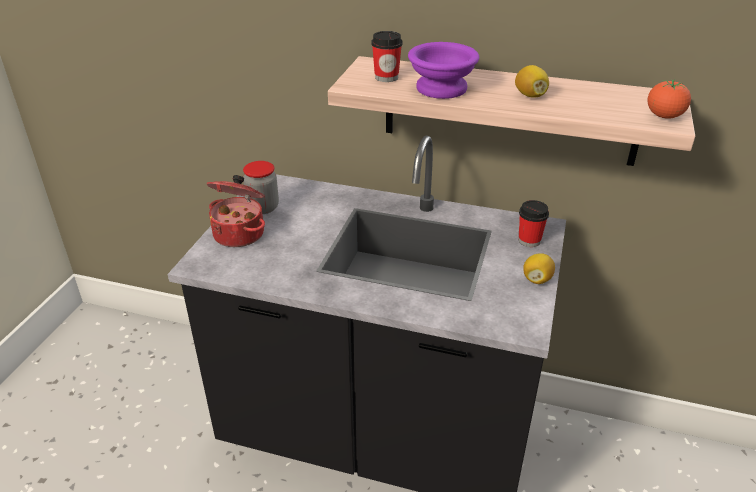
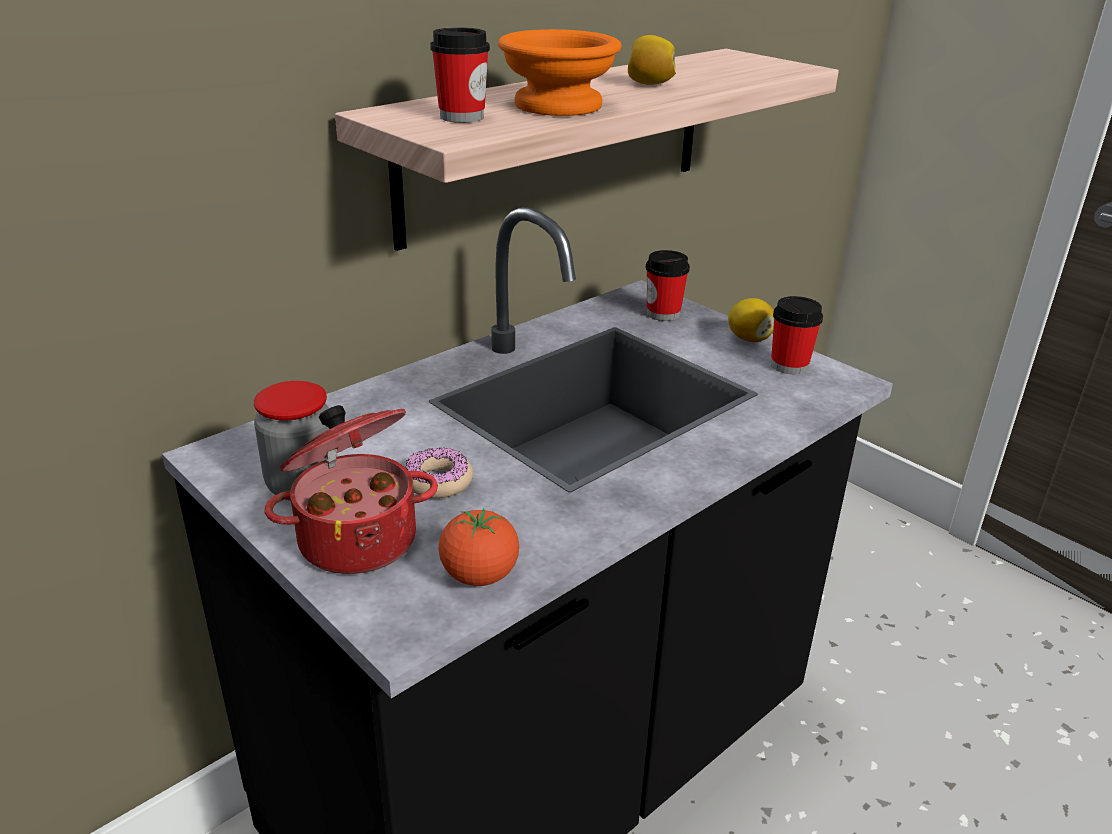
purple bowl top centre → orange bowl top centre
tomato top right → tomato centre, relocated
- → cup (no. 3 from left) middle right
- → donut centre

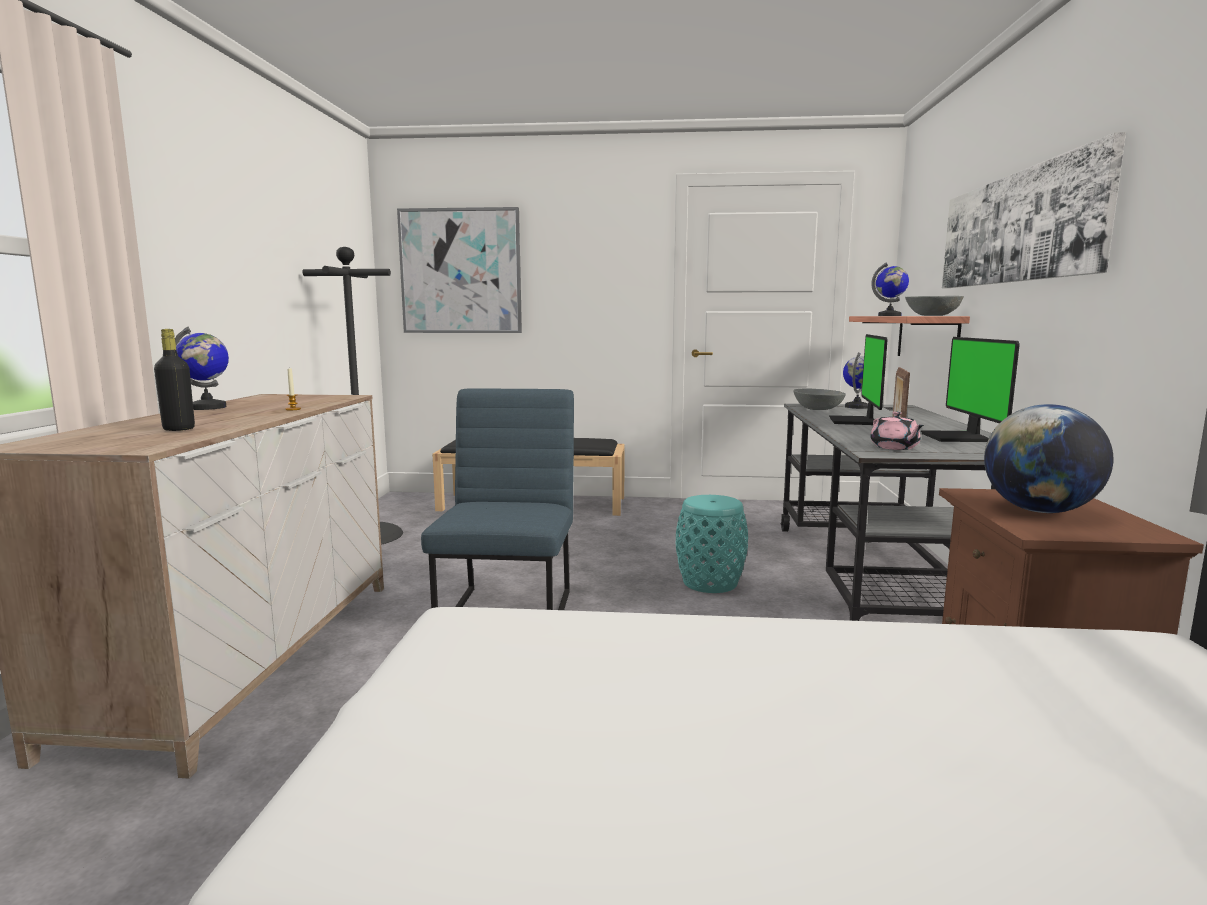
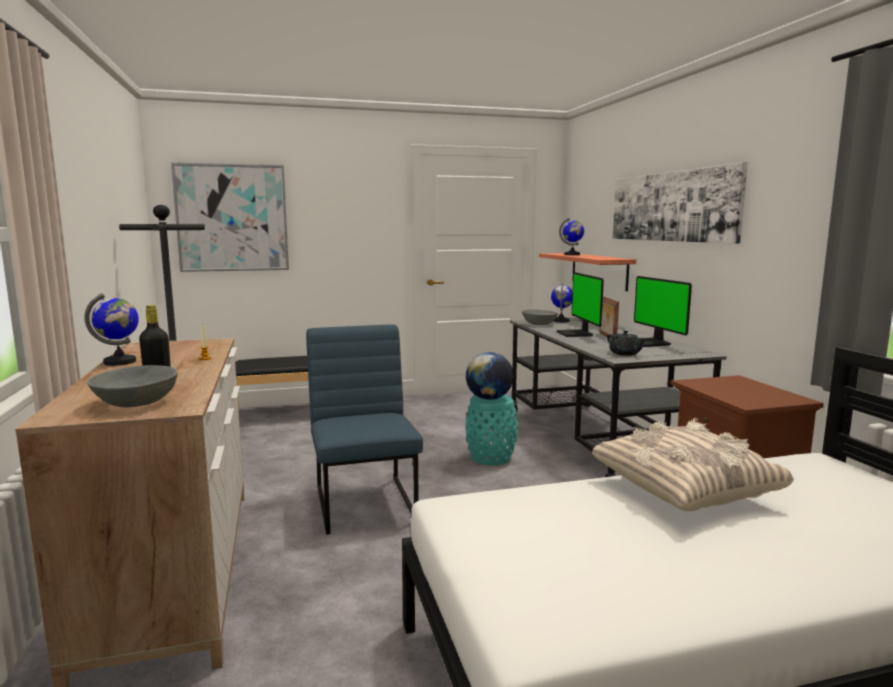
grey bowl (no. 2 from left in the first image) middle right → grey bowl (no. 1 from left) middle left, relocated
globe (no. 4 from left in the first image) middle right → globe (no. 2 from left) centre, relocated
pink teapot middle right → black teapot middle right
- → beige pillow bottom right

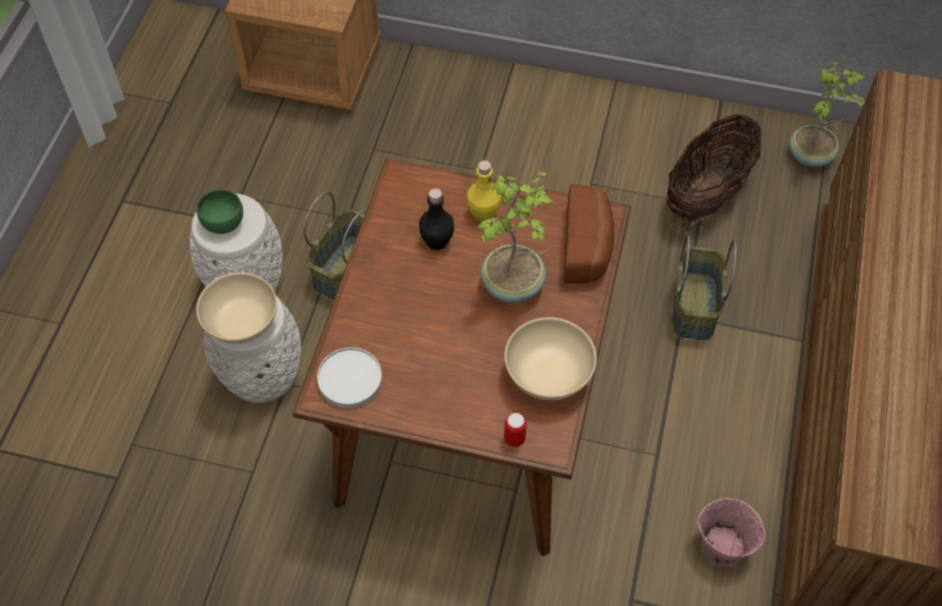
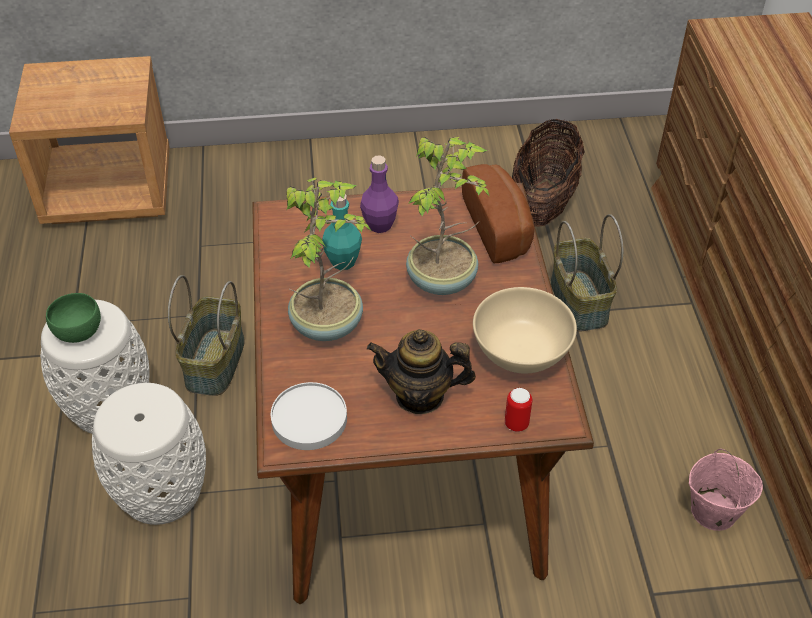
potted plant (no. 2 from left in the first image) top right → potted plant (no. 1 from left) centre, relocated
yellow bottle top centre → purple bottle top centre
black bottle centre → turquoise bottle centre
beige bowl (no. 1 from left) middle left → -
- → teapot centre

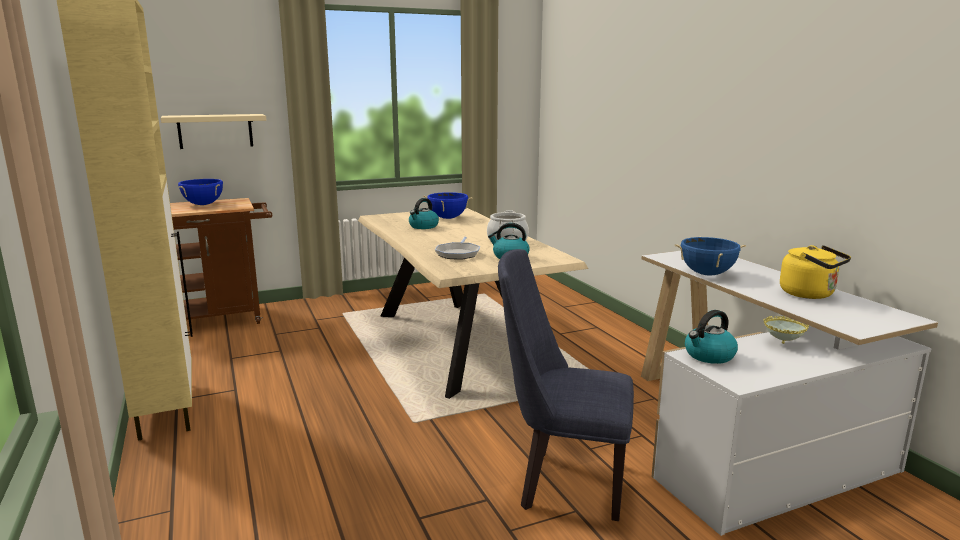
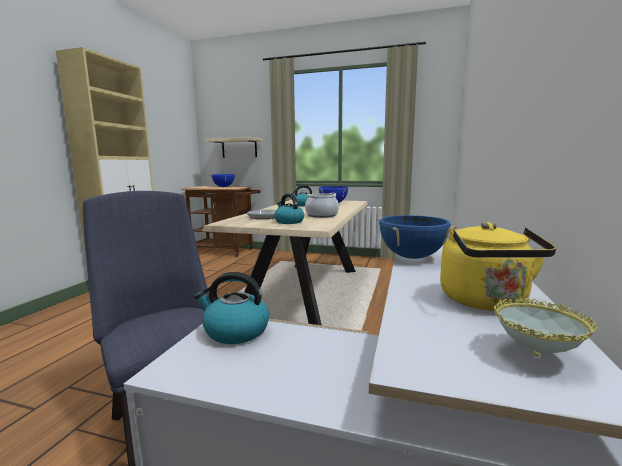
bowl middle right → bowl bottom right, relocated

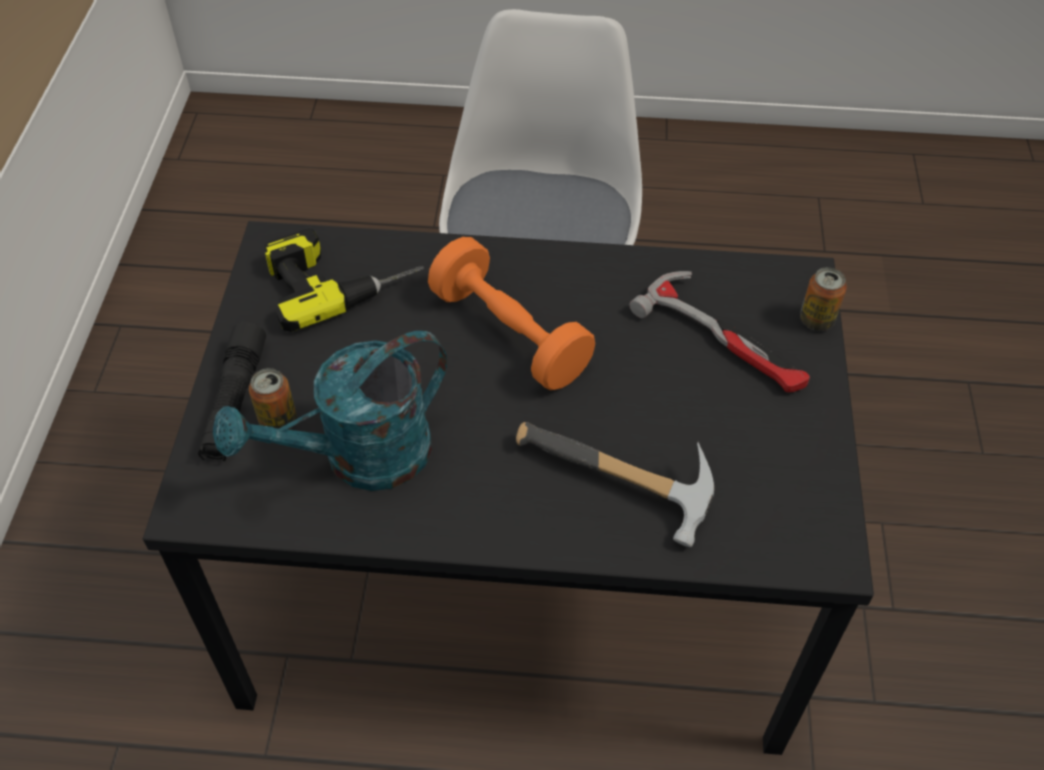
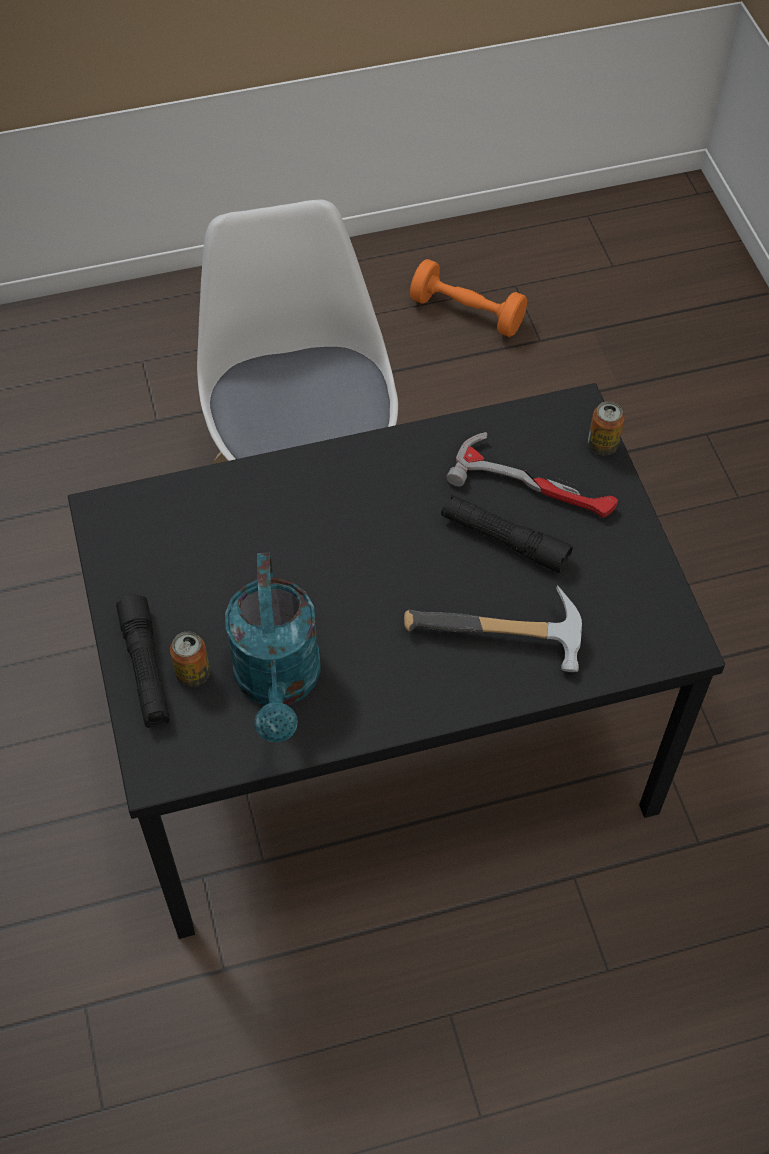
power drill middle left → -
orange dumbbell centre → orange dumbbell top centre, relocated
turquoise watering can middle left → turquoise watering can centre, 45 degrees counterclockwise
- → black flashlight (no. 2 from left) centre

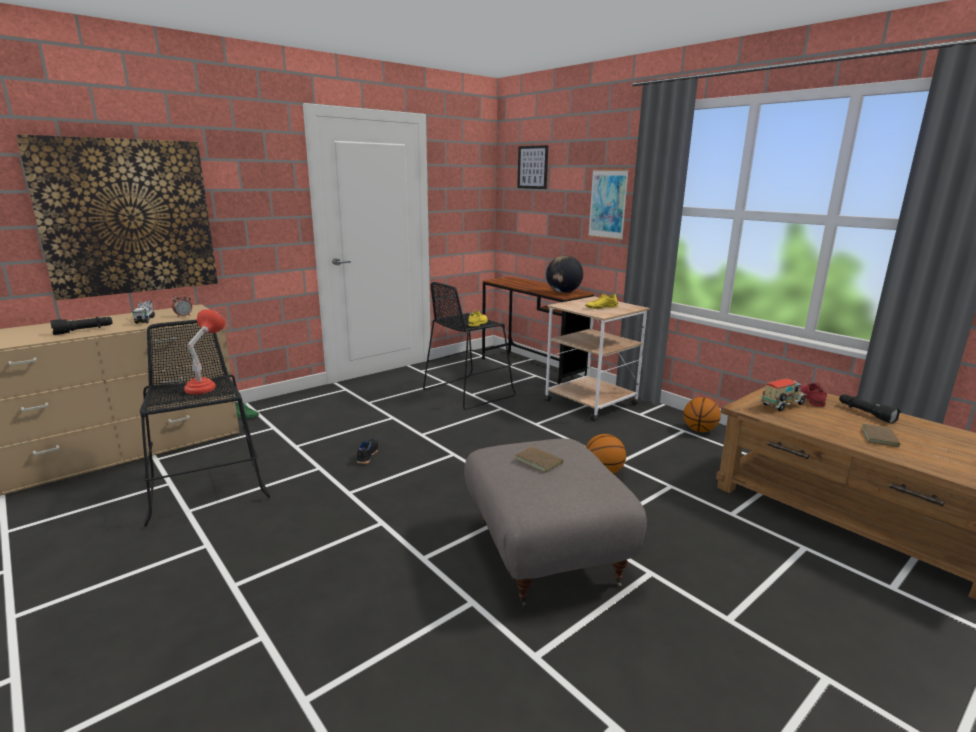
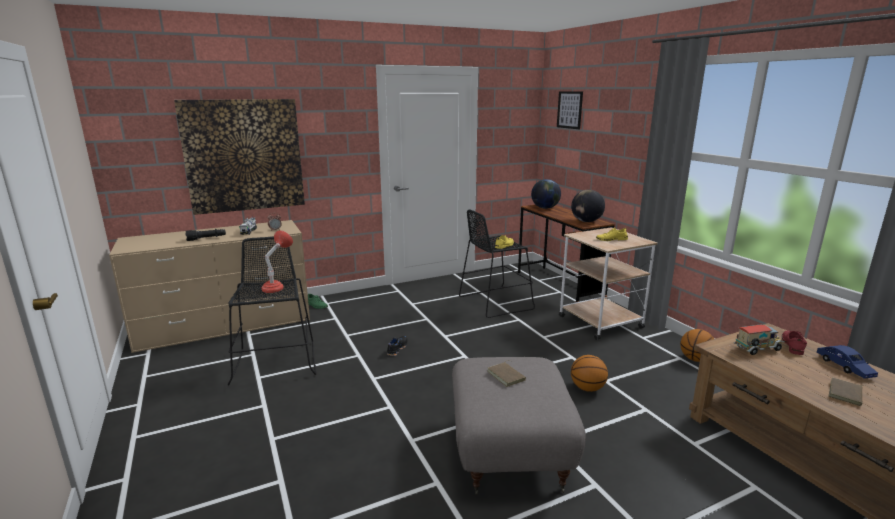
picture (no. 3 from left) top centre → -
black flashlight (no. 2 from left) middle right → blue toy car bottom right
- → globe (no. 1 from left) centre

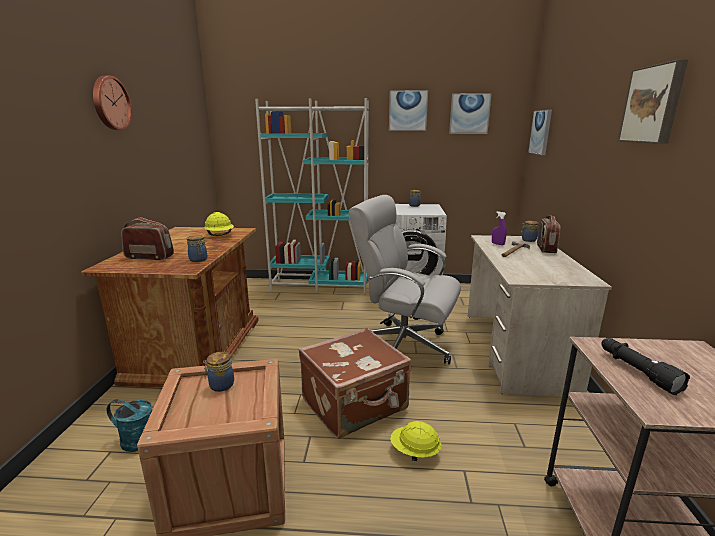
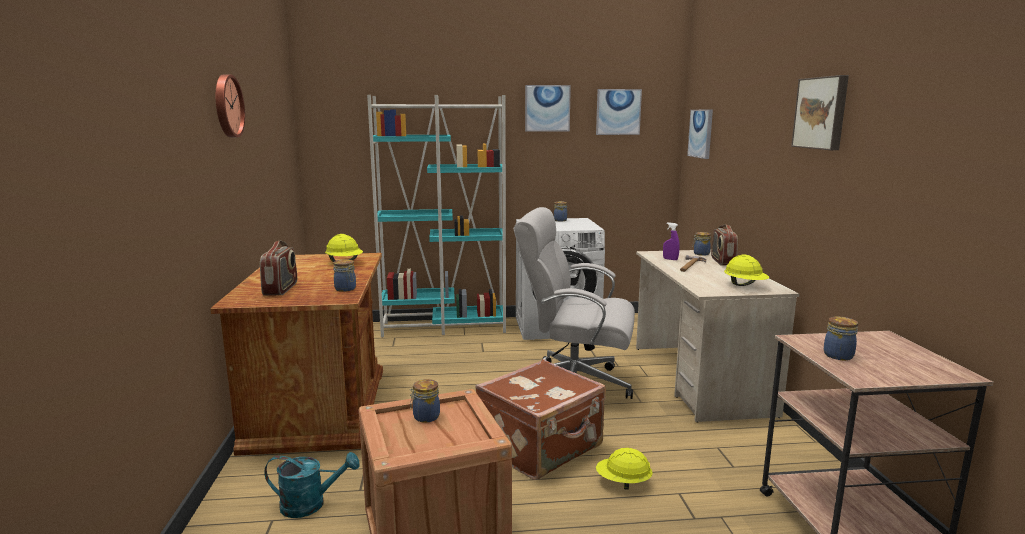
radio (no. 1 from left) middle left, 90 degrees clockwise
black flashlight bottom right → jar (no. 5 from left) middle right
- → yellow hard hat (no. 3 from left) middle right

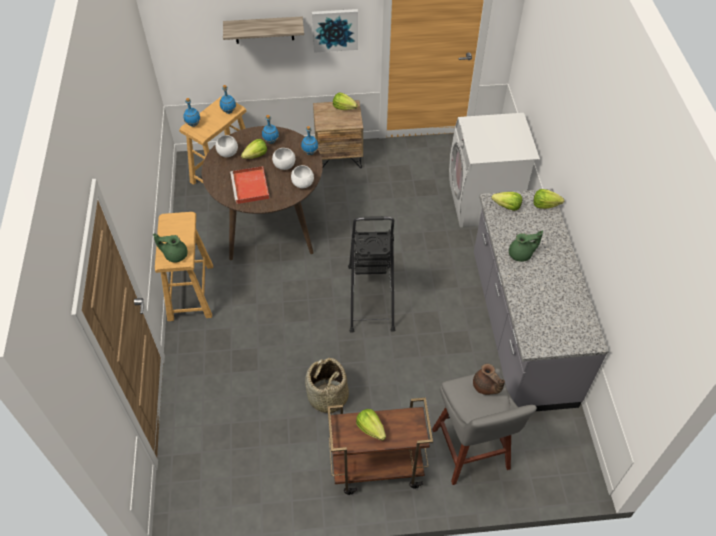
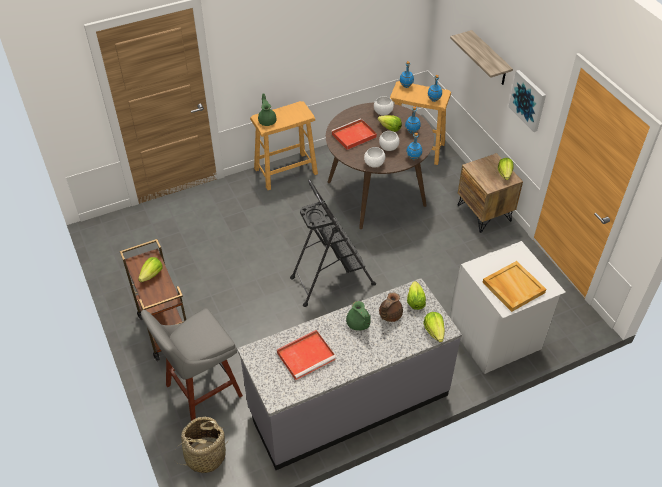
basket bottom centre → basket bottom left, relocated
brown teapot bottom right → brown teapot centre, relocated
- → beige tray middle right
- → red tray (no. 1 from left) bottom centre

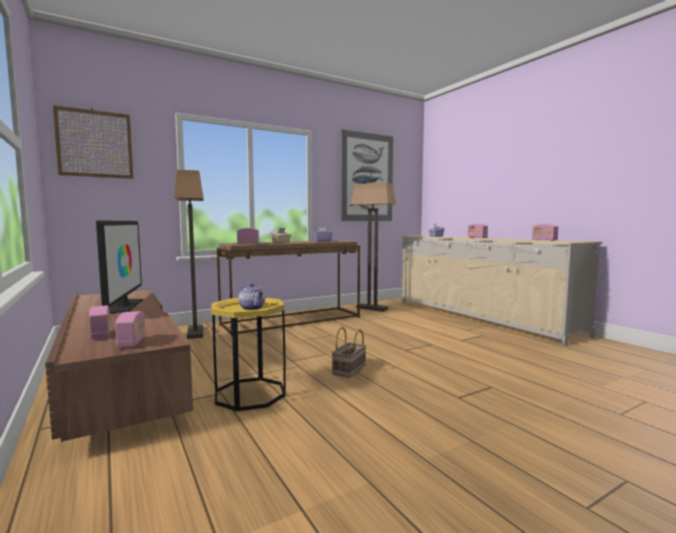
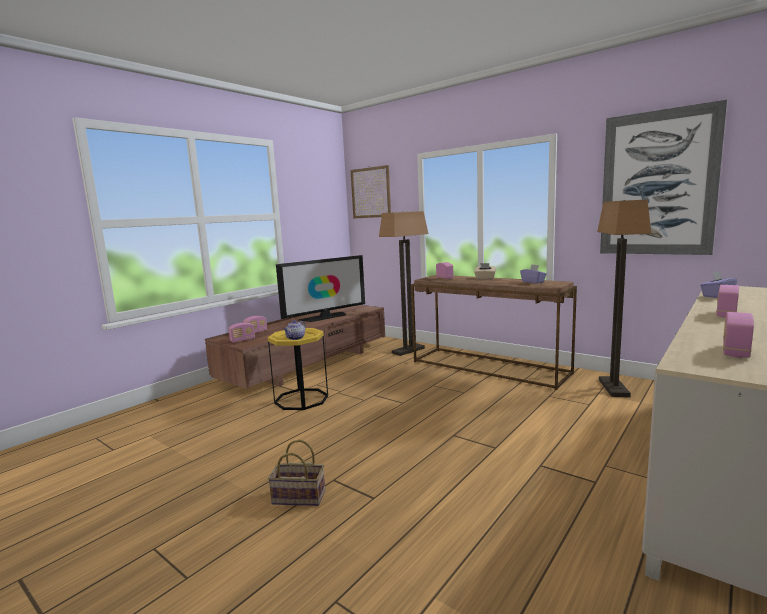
basket centre → basket bottom centre, relocated

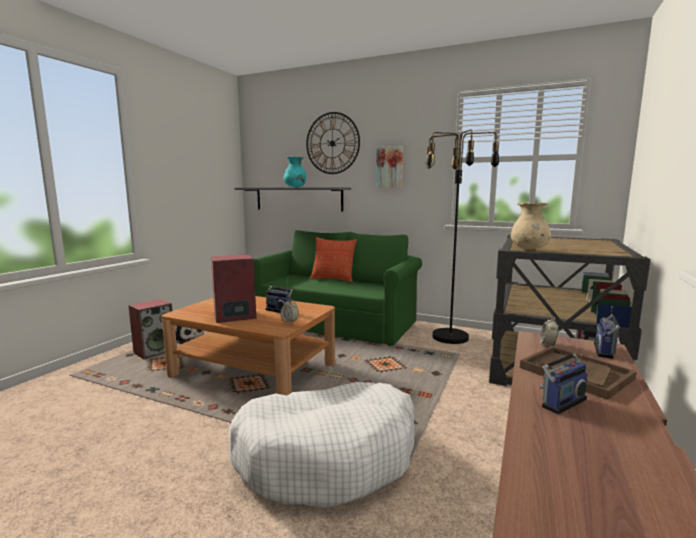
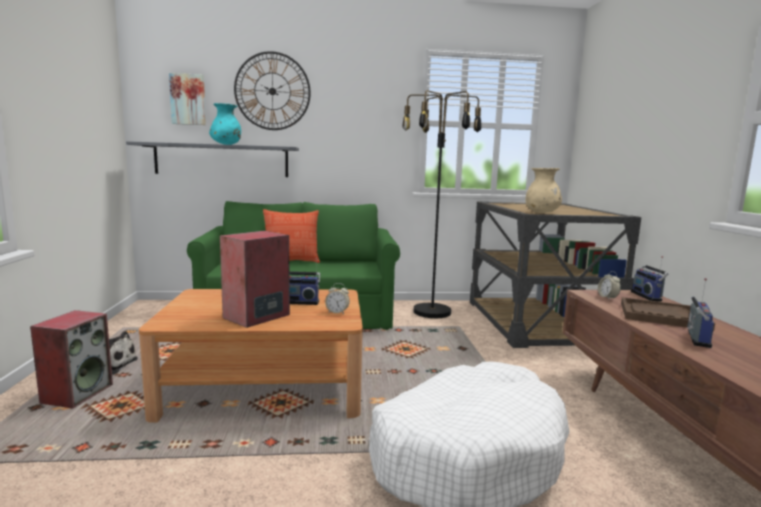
picture top centre → picture top left, relocated

